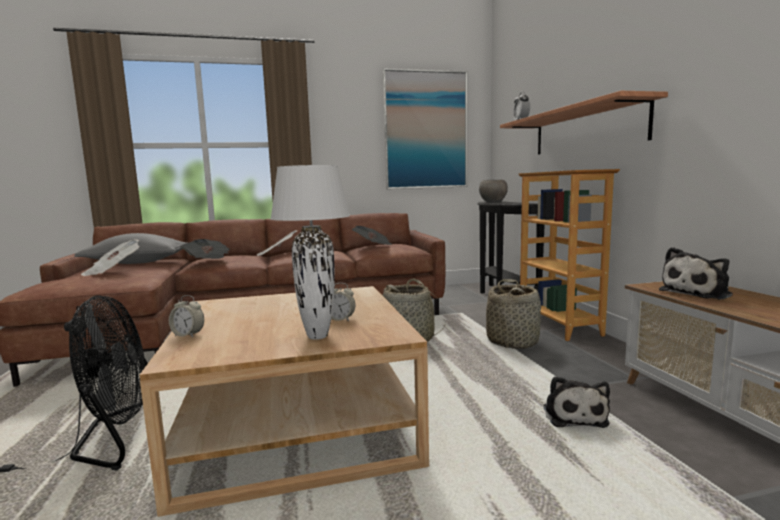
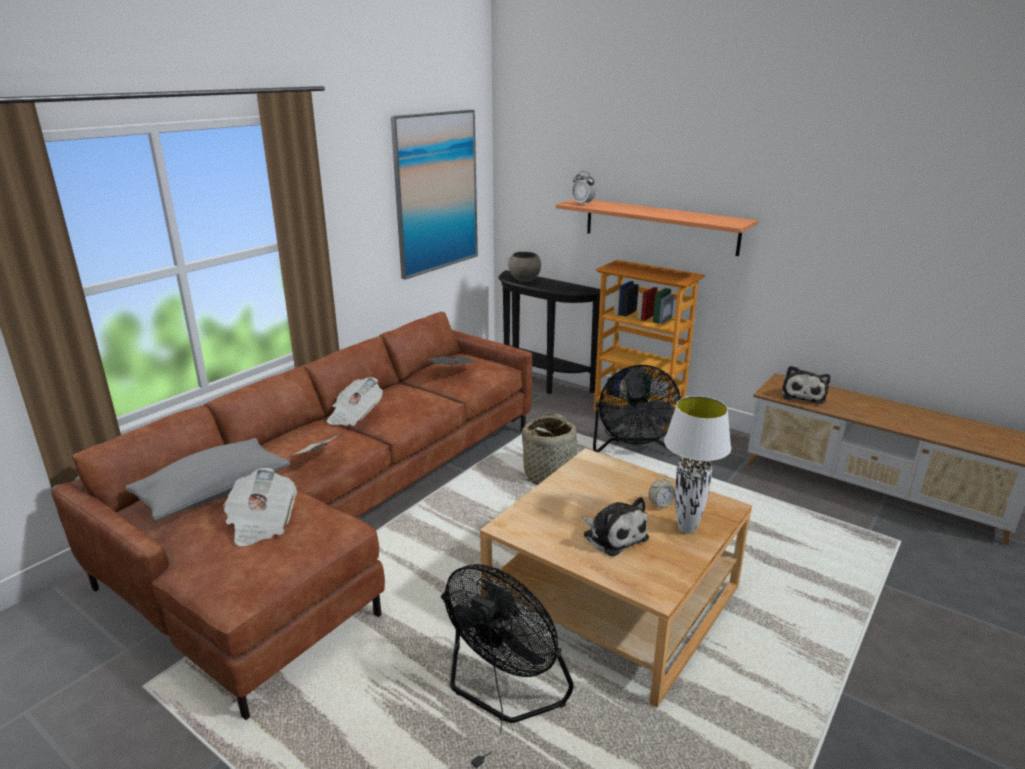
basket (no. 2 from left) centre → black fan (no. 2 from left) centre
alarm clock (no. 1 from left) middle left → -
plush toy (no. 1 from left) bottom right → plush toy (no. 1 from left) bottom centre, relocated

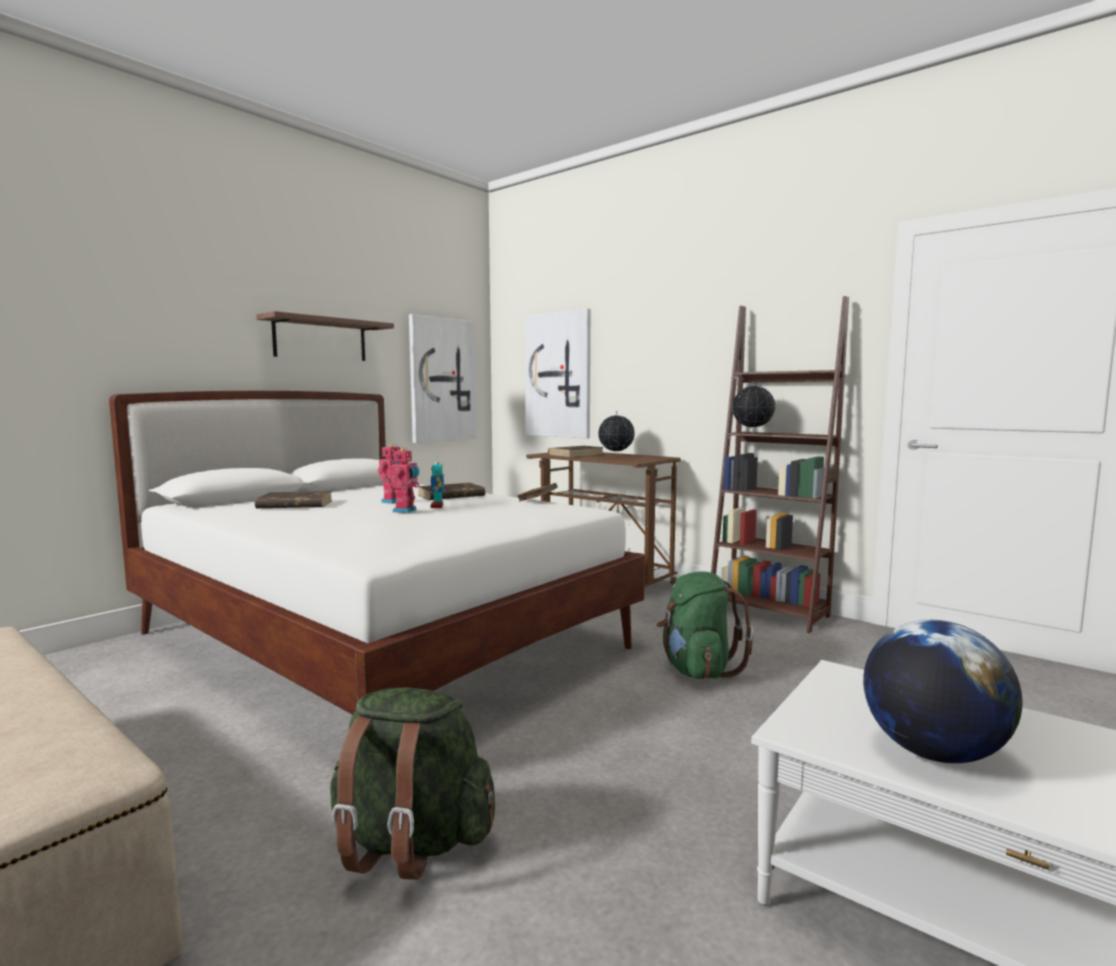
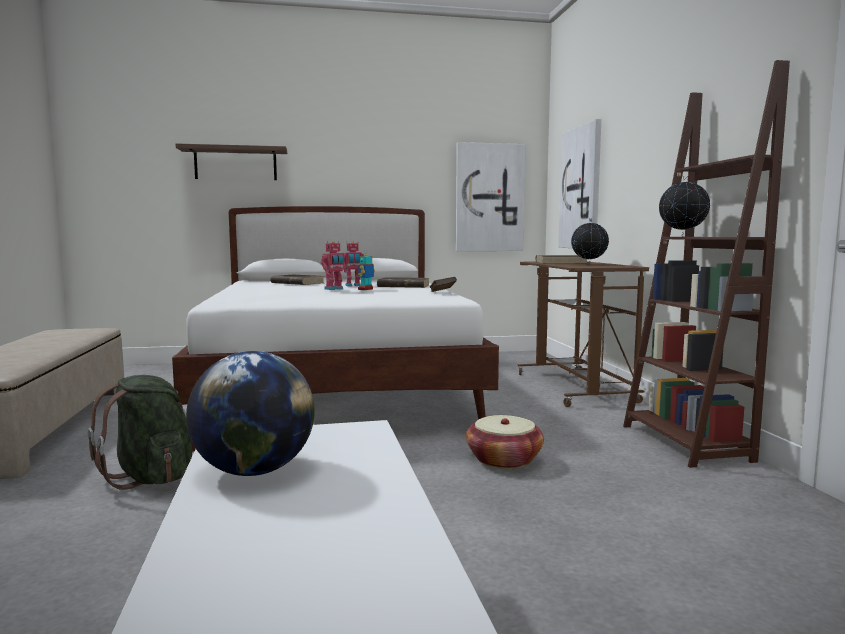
shelf middle left → shelf top left, relocated
green backpack (no. 2 from left) centre → basket bottom centre

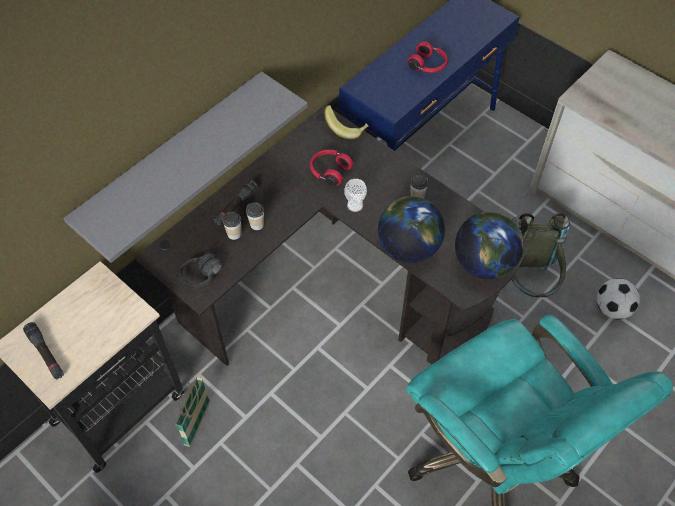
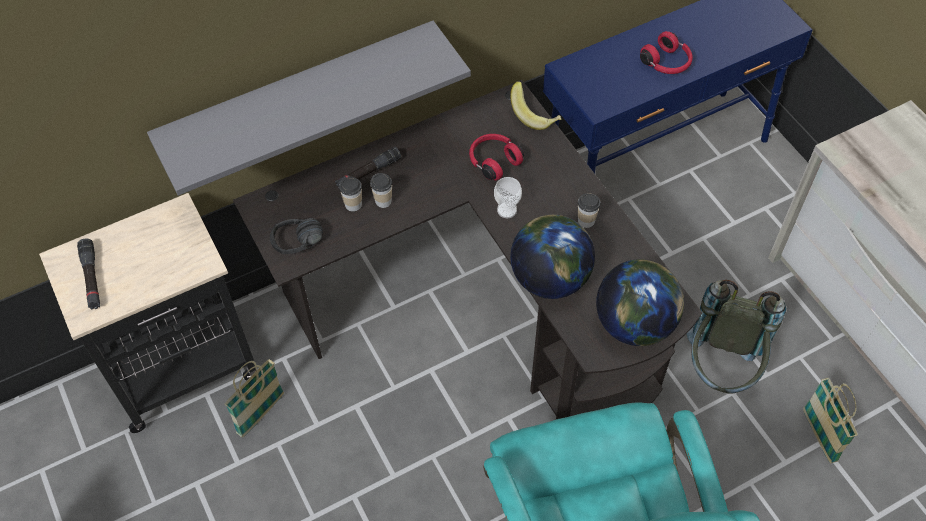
football middle right → basket (no. 2 from left) bottom right

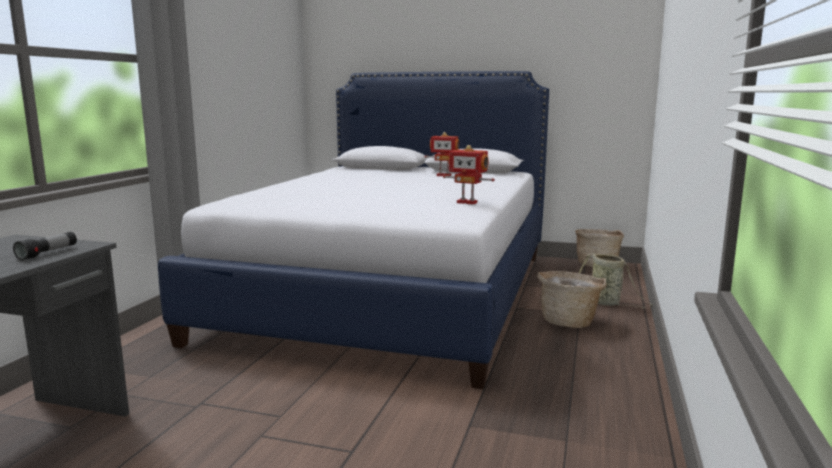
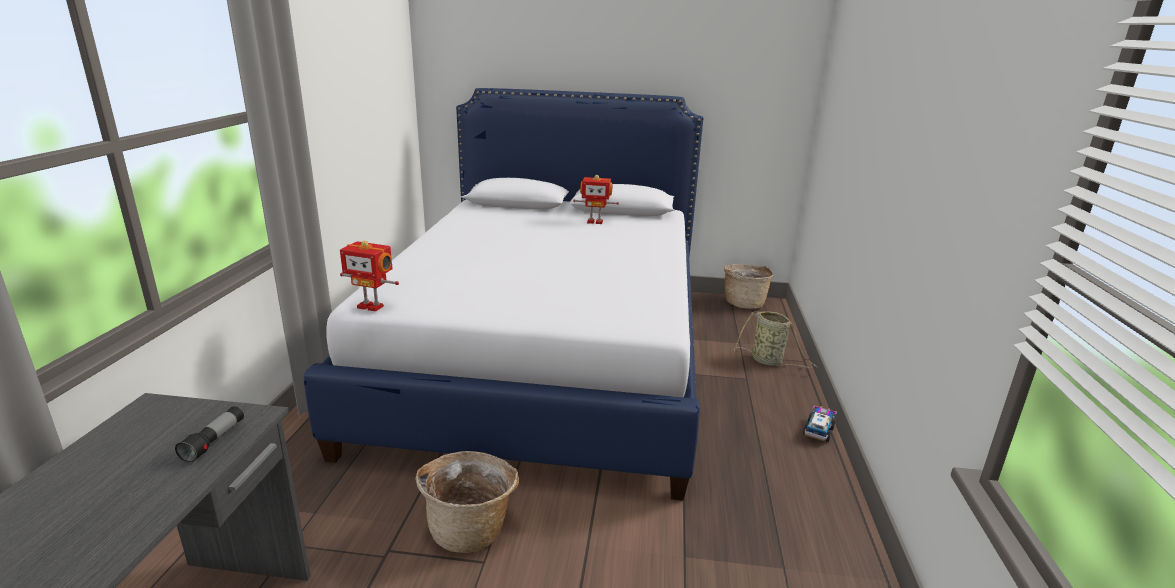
toy robot (no. 2 from left in the first image) centre → toy robot (no. 1 from left) middle left, relocated
basket (no. 1 from left) middle right → basket (no. 1 from left) bottom centre, relocated
- → toy truck bottom right

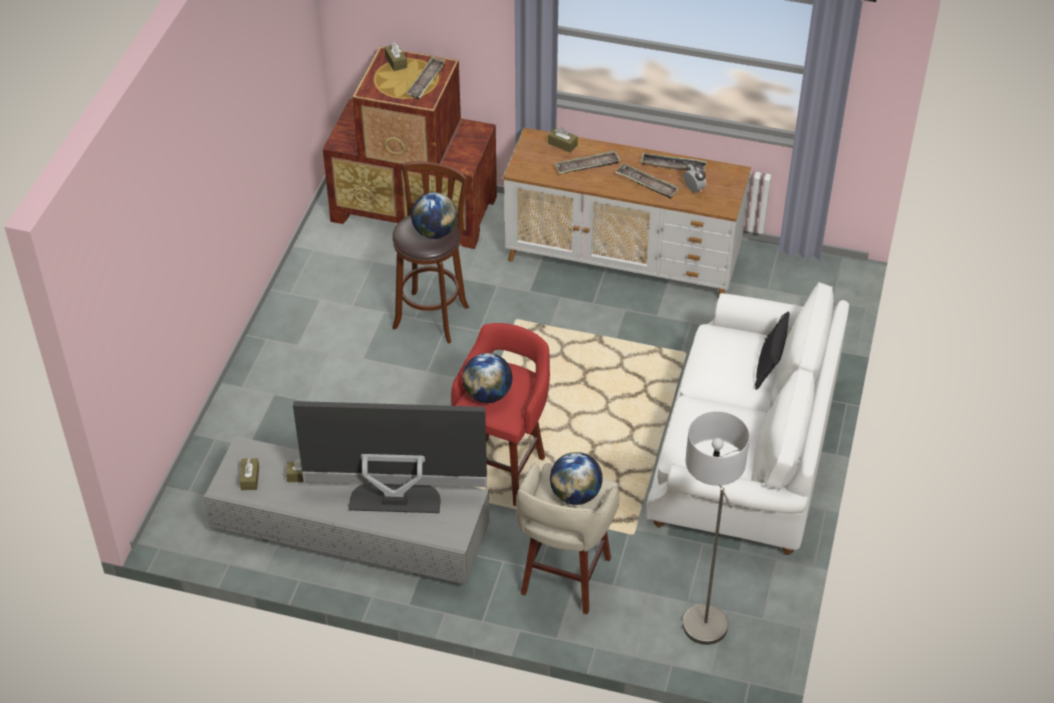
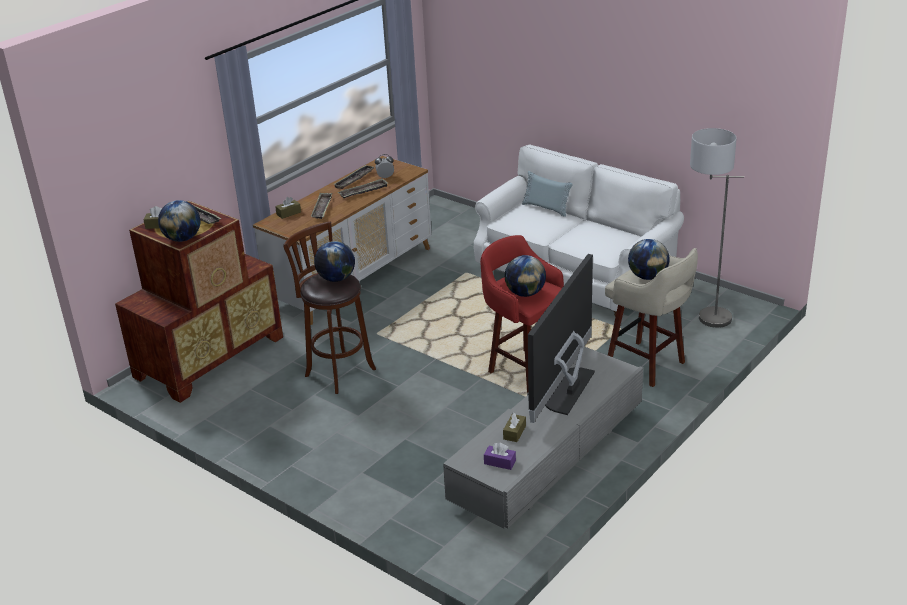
black pillow middle right → blue pillow top centre
brown tissue box (no. 1 from left) bottom left → purple tissue box bottom centre
- → globe (no. 1 from left) middle left

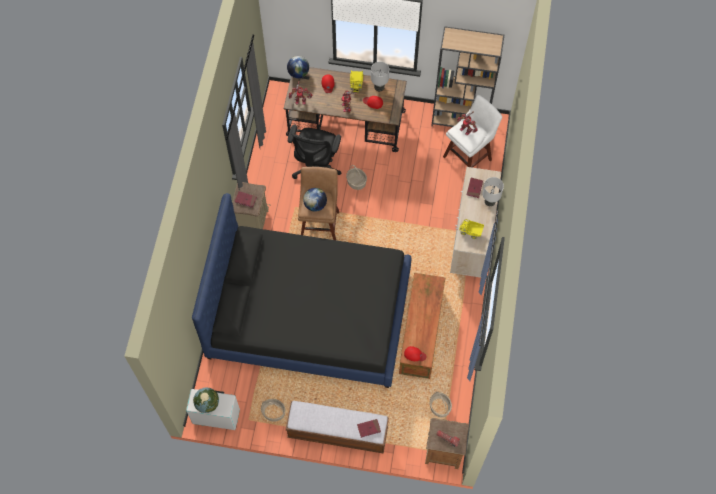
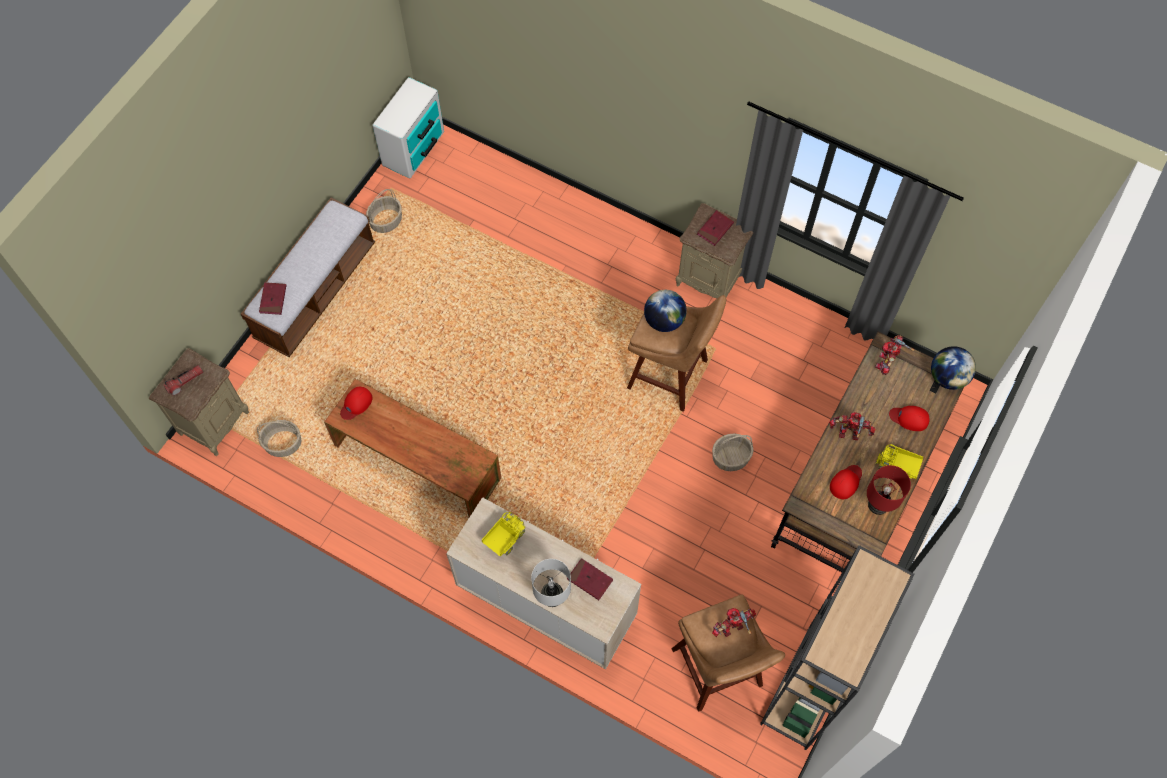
grey table lamp (no. 1 from left) top centre → red table lamp middle right
white stool top centre → brown stool (no. 2 from left) bottom centre
black office chair top centre → -
black bed centre → -
globe (no. 1 from left) bottom left → -

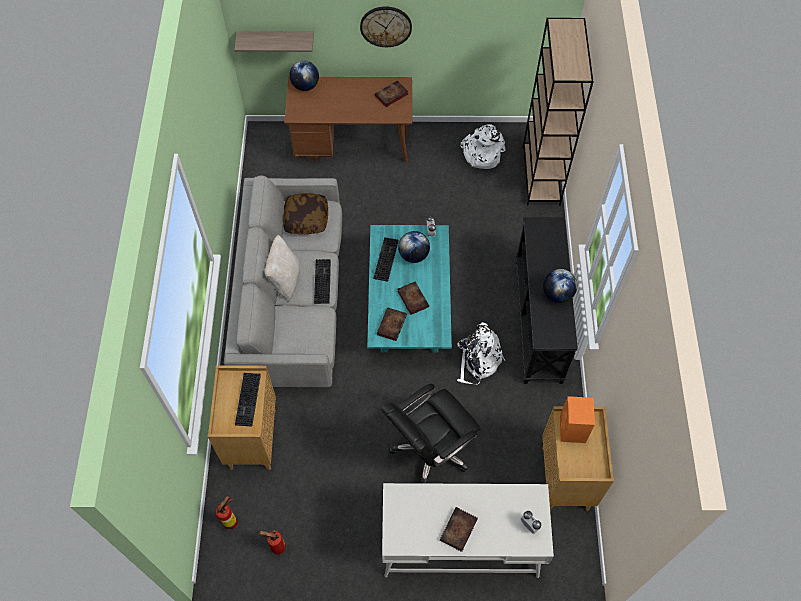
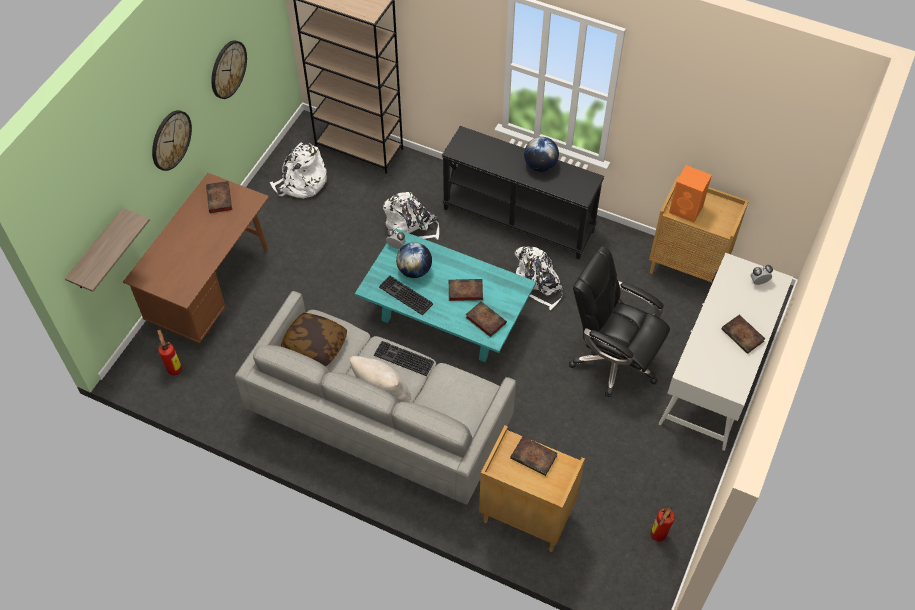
globe (no. 1 from left) top centre → -
keyboard (no. 1 from left) middle left → book (no. 4 from left) bottom centre
black office chair bottom centre → black office chair middle right, 135 degrees clockwise
fire extinguisher (no. 1 from left) bottom left → fire extinguisher (no. 1 from left) middle left, relocated
- → wall clock (no. 2 from left) top left
- → white backpack (no. 2 from left) centre

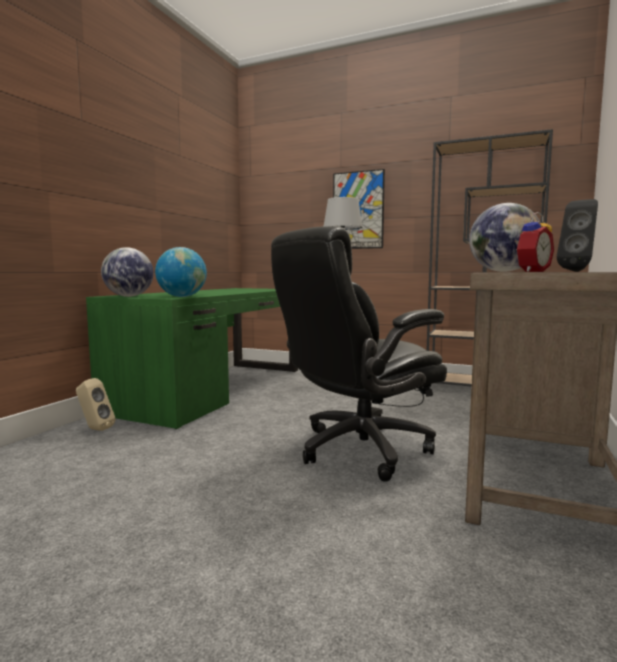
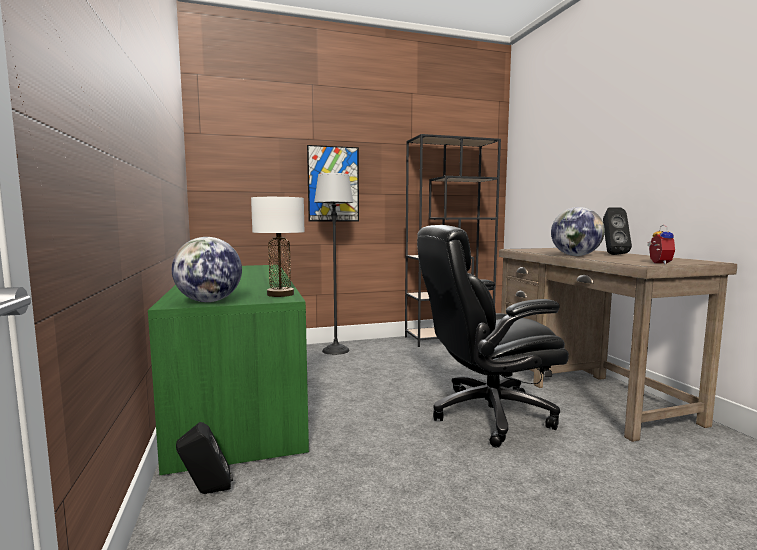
black office chair centre, 60 degrees clockwise
globe (no. 2 from left) middle left → table lamp centre
beige speaker middle left → black speaker (no. 1 from left) bottom left

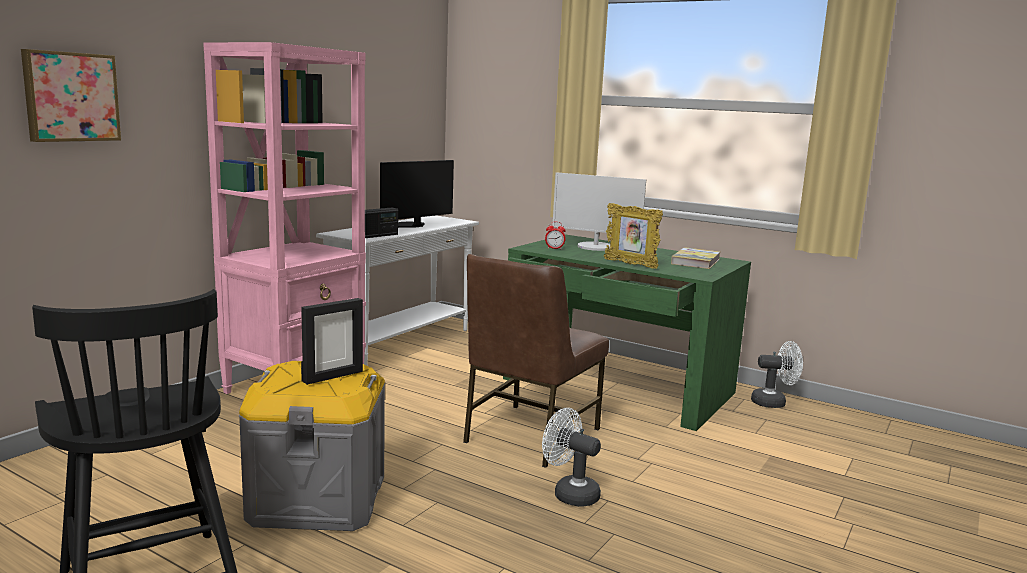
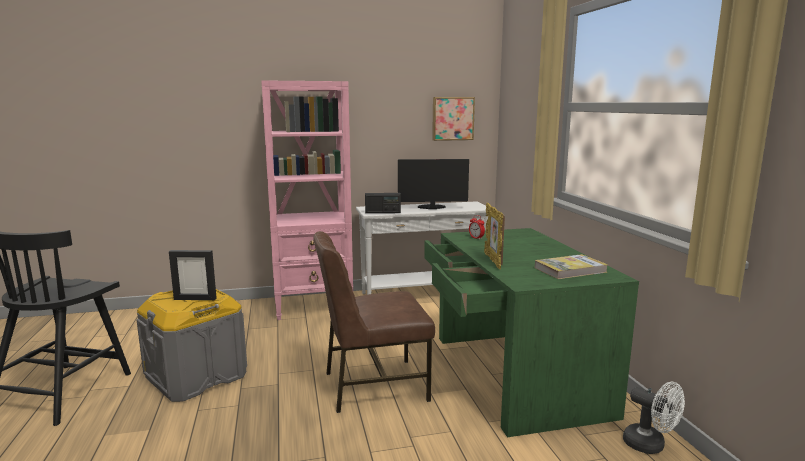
picture top left → picture top centre, relocated
monitor (no. 2 from left) centre → -
white fan (no. 1 from left) bottom centre → -

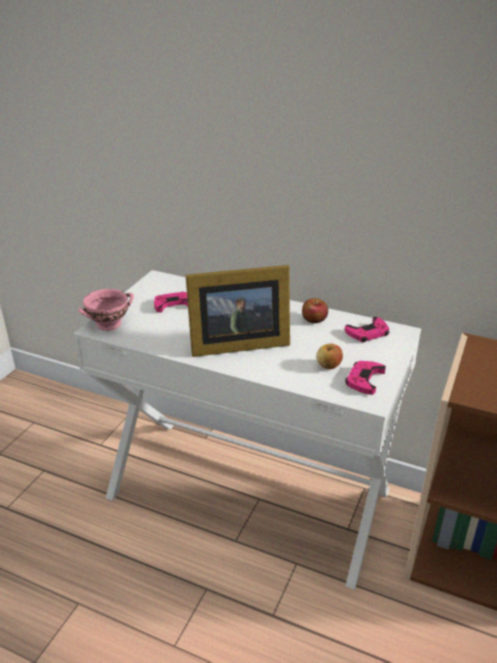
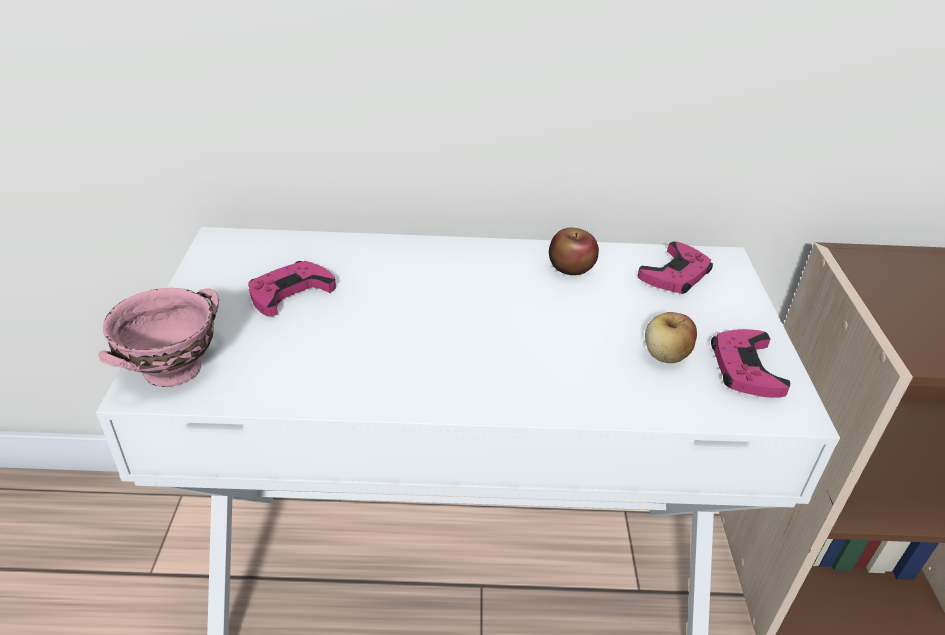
picture frame centre → -

